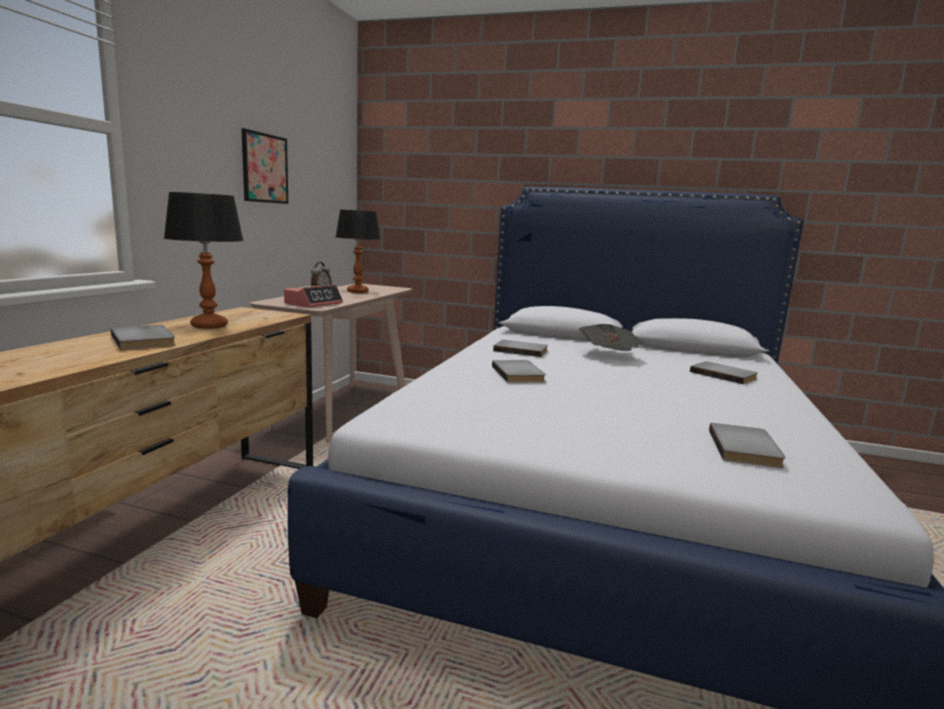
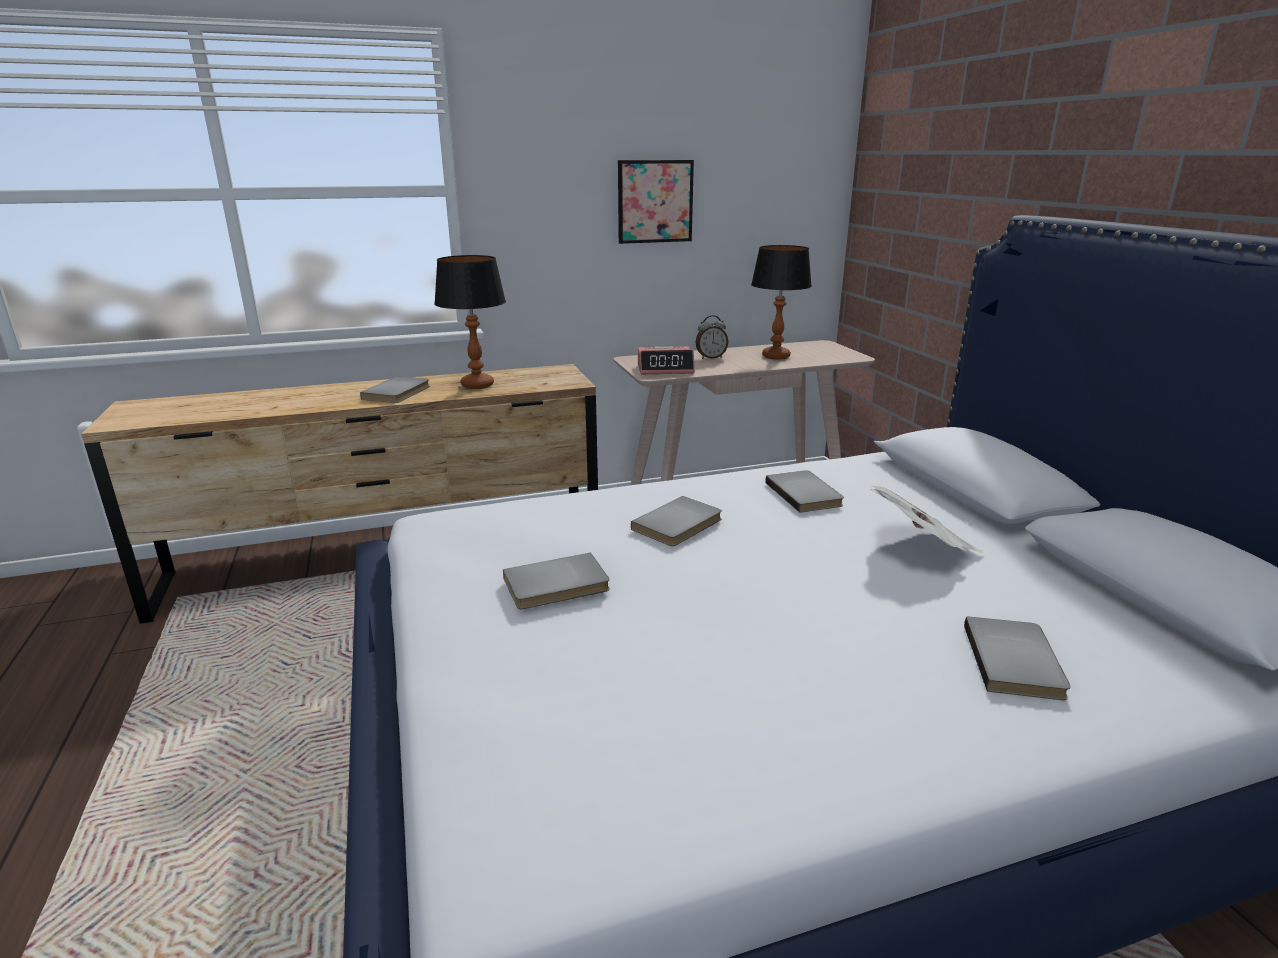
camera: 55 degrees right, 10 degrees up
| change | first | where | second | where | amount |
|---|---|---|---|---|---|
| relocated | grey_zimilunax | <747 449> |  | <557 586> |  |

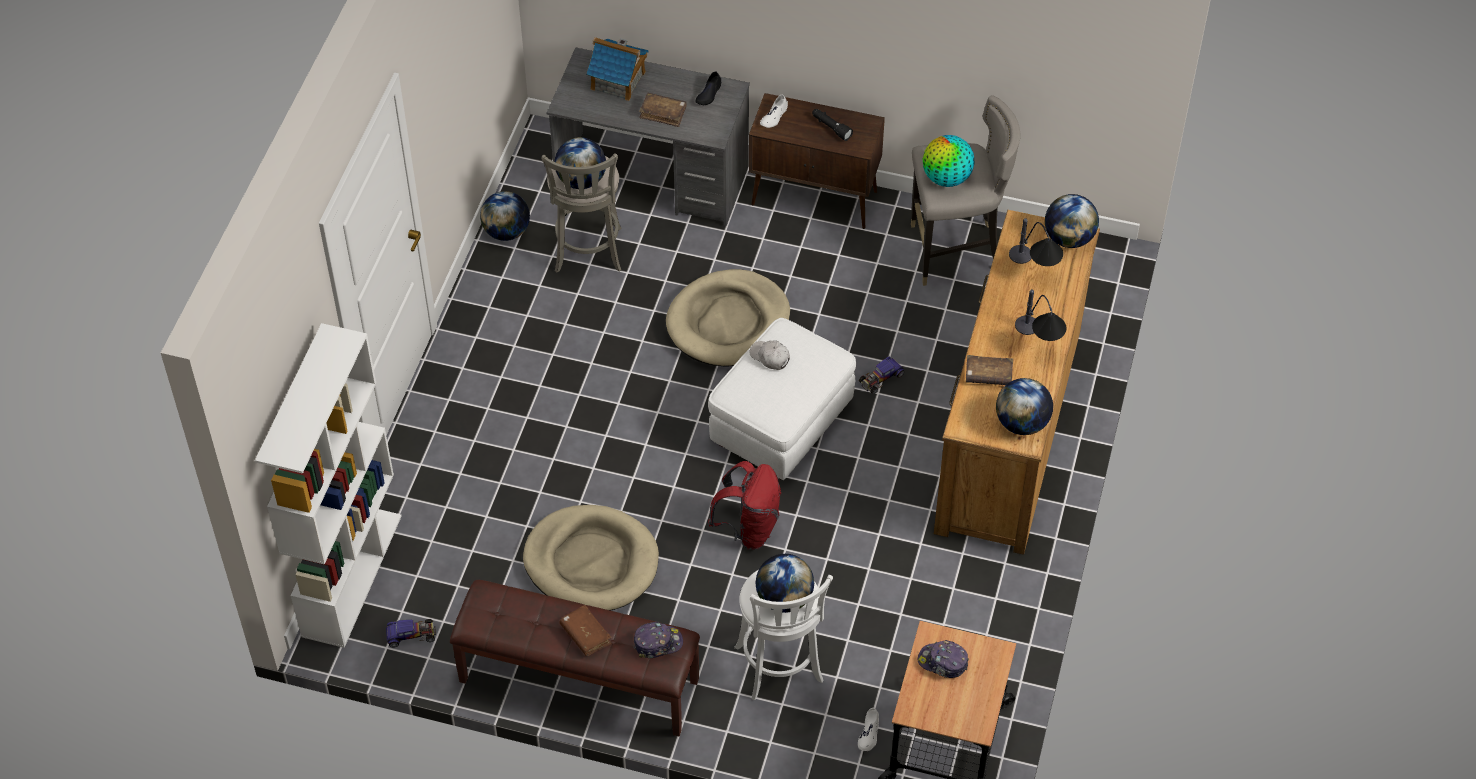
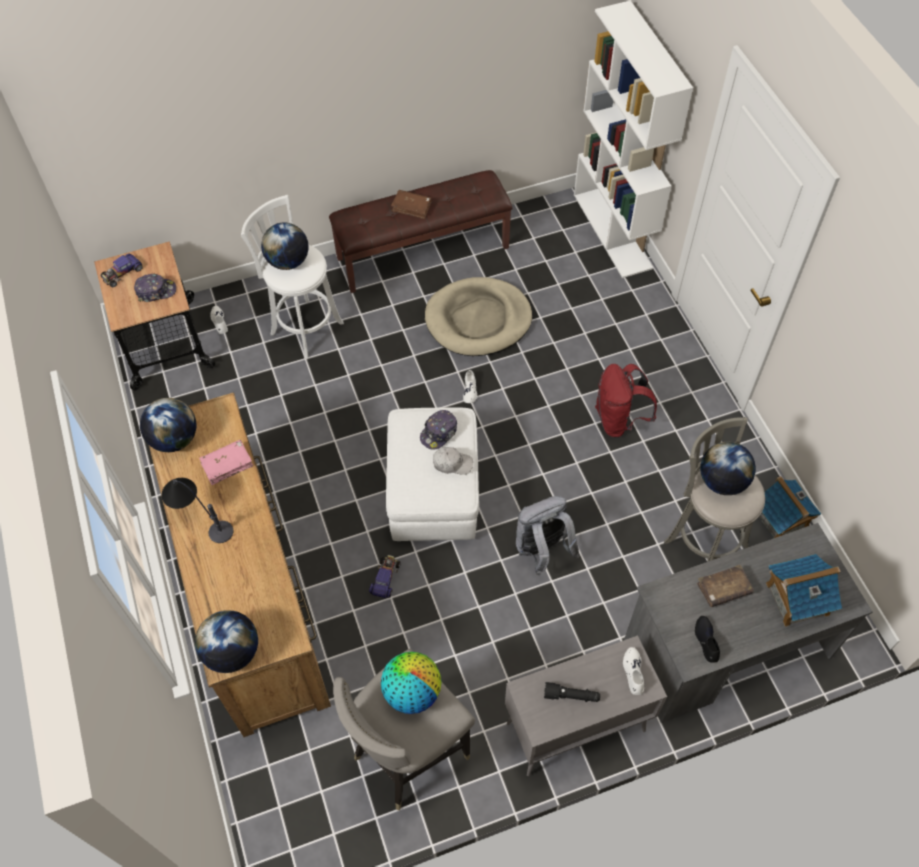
camera: 145 degrees right, 5 degrees up
| change | first | where | second | where | amount |
|---|---|---|---|---|---|
| relocated | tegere | <411 635> |  | <122 273> |  |
| colour | brown_zimilunax | <988 375> | pink_zimilunax | <227 465> |  |
| relocated | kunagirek | <657 643> |  | <439 433> |  |
| appeared |  |  | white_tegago | <470 390> |  |
| colour | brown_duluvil | <815 198> | grey_duluvil | <574 728> |  |
| exchanged | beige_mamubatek | <728 322> | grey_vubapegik | <542 551> |  |
| relocated | red_vubapegik | <749 528> |  | <619 420> |  |
| exchanged | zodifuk | <507 232> | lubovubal | <780 518> |  |
| missing | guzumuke | <1034 270> |  |  |  |

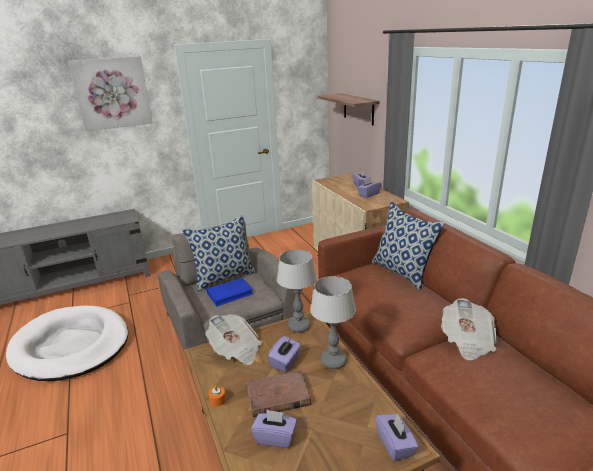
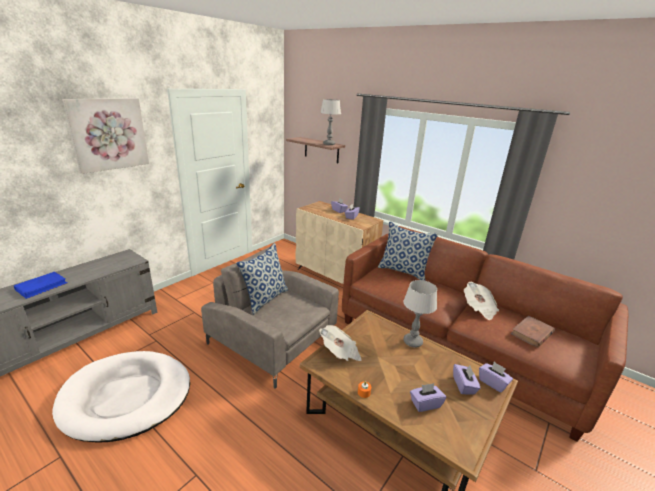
camera: 30 degrees left, 0 degrees up
| change | first | where | second | where | amount |
|---|---|---|---|---|---|
| relocated | blue_zimilunax | <230 294> |  | <42 286> |  |
| relocated | guzumuke | <298 326> |  | <328 144> |  |
| relocated | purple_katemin | <285 362> |  | <464 385> |  |
| relocated | brown_zimilunax | <278 396> |  | <532 333> |  |

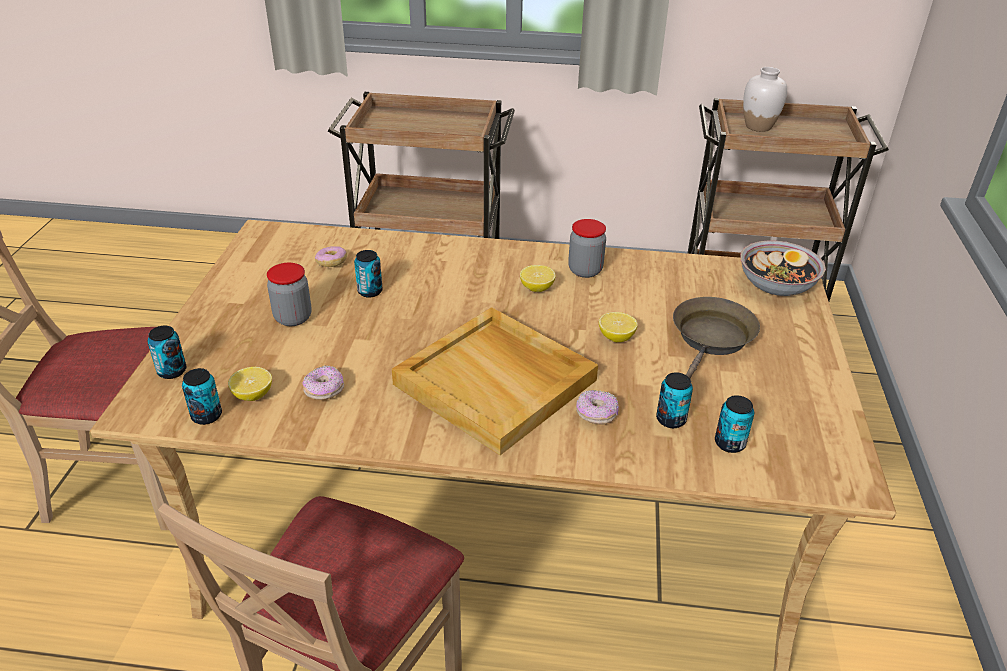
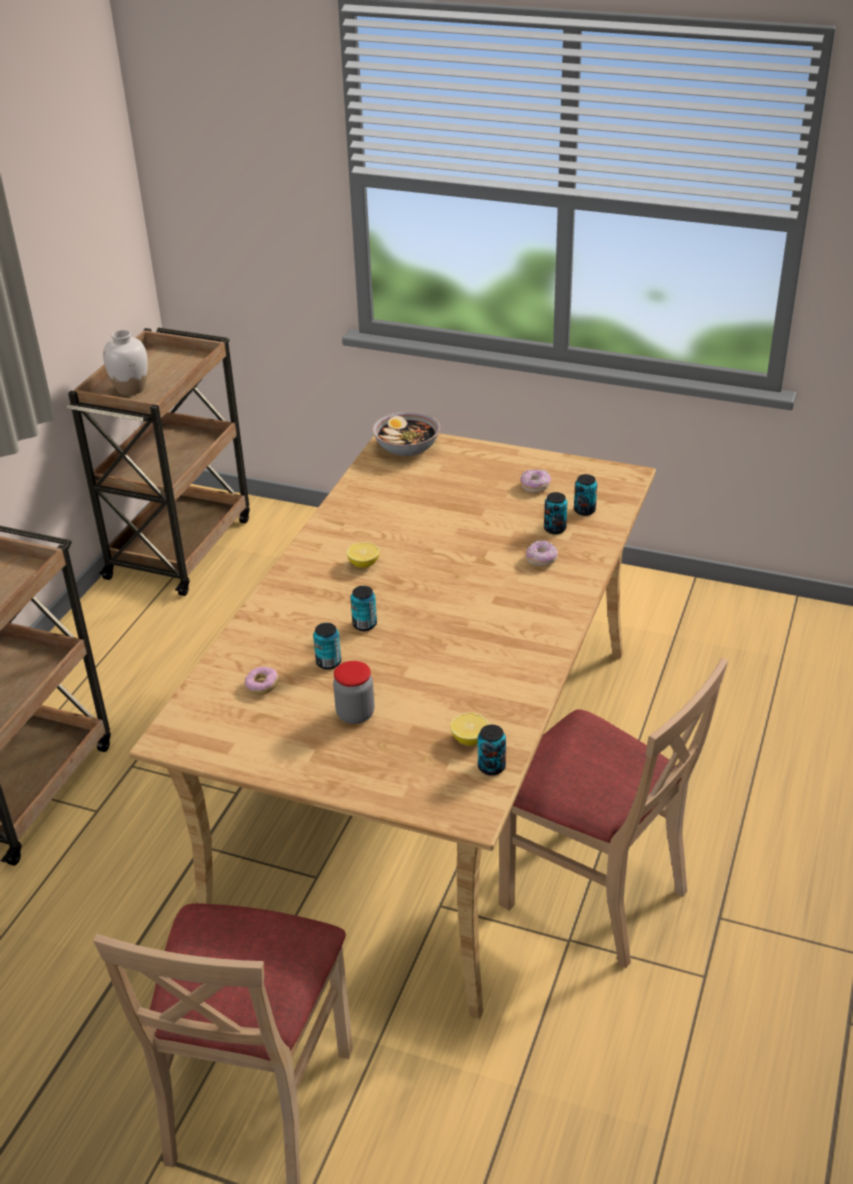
camera: 75 degrees left, 0 degrees up
| change | first | where | second | where | amount |
|---|---|---|---|---|---|
| relocated | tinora | <172 371> |  | <364 624> |  |
| relocated | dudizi | <324 391> |  | <535 487> |  |
| missing | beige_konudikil | <497 382> |  |  |  |
| missing | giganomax | <585 270> |  |  |  |
| missing | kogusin | <616 337> |  |  |  |
| missing | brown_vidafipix | <711 340> |  |  |  |

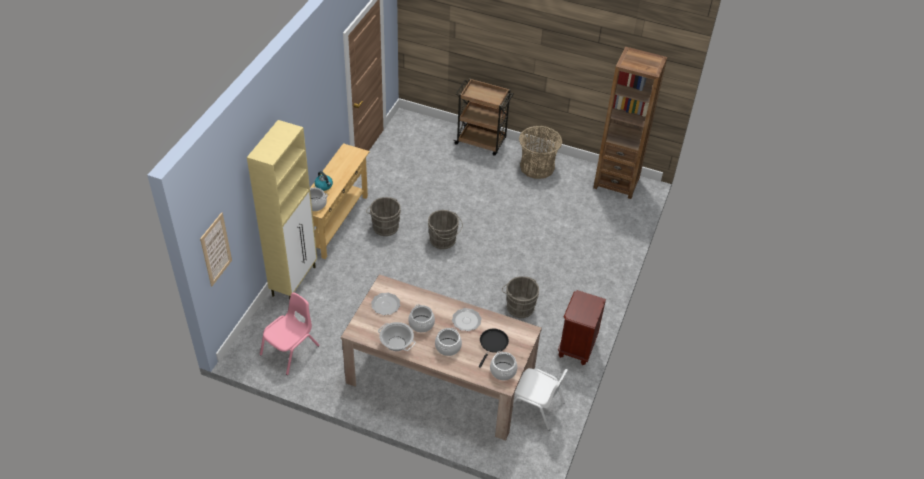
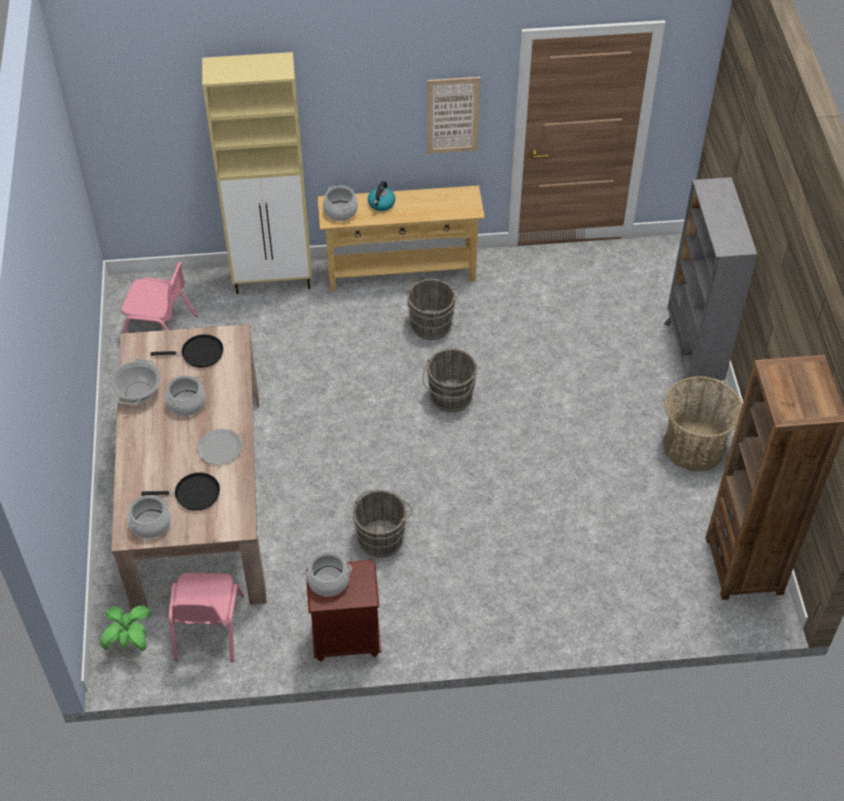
camera: 65 degrees right, 5 degrees up
| change | first | where | second | where | amount |
|---|---|---|---|---|---|
| appeared |  |  | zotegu | <131 644> |  |
| exchanged | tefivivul | <386 305> | black_vidafipix | <199 353> |  |
| colour | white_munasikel | <535 406> | pink_munasikel | <207 627> |  |
| relocated | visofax | <448 347> |  | <328 581> |  |
| relocated | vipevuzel | <216 249> |  | <453 115> |  |
| exchanged | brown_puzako | <481 142> | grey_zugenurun | <692 356> |  |

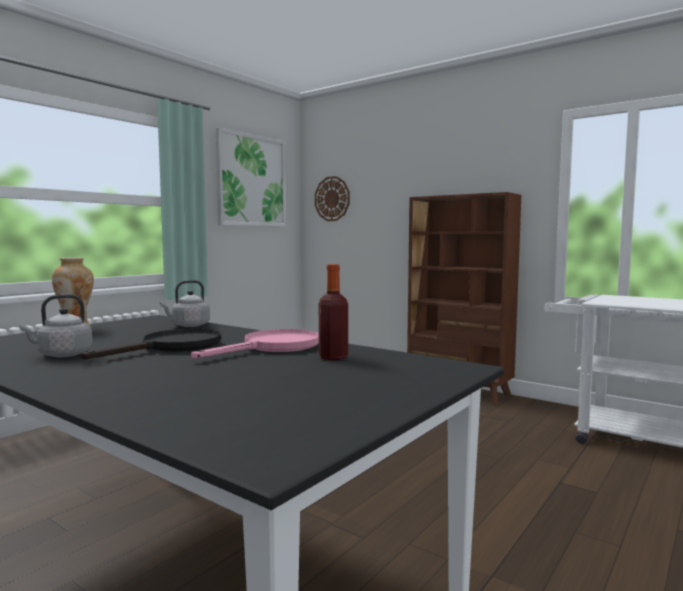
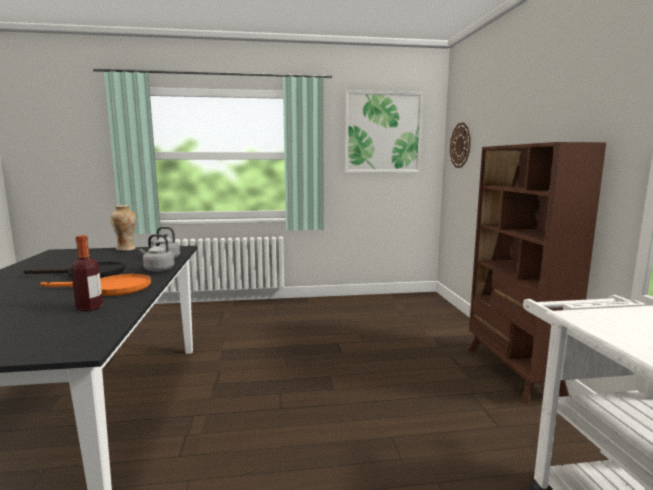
camera: 45 degrees right, 5 degrees up
| change | first | where | second | where | amount |
|---|---|---|---|---|---|
| colour | pink_vidafipix | <273 347> | orange_vidafipix | <111 289> |  |
| relocated | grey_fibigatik | <62 355> |  | <157 269> |  |

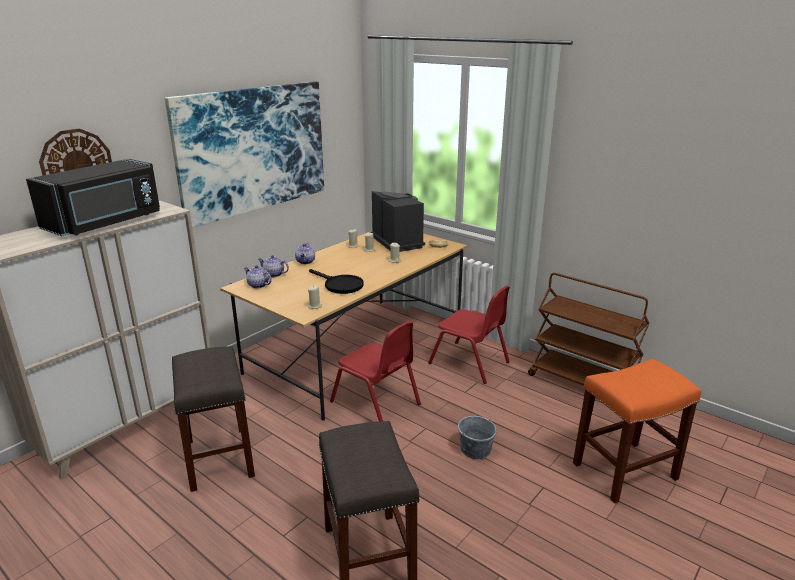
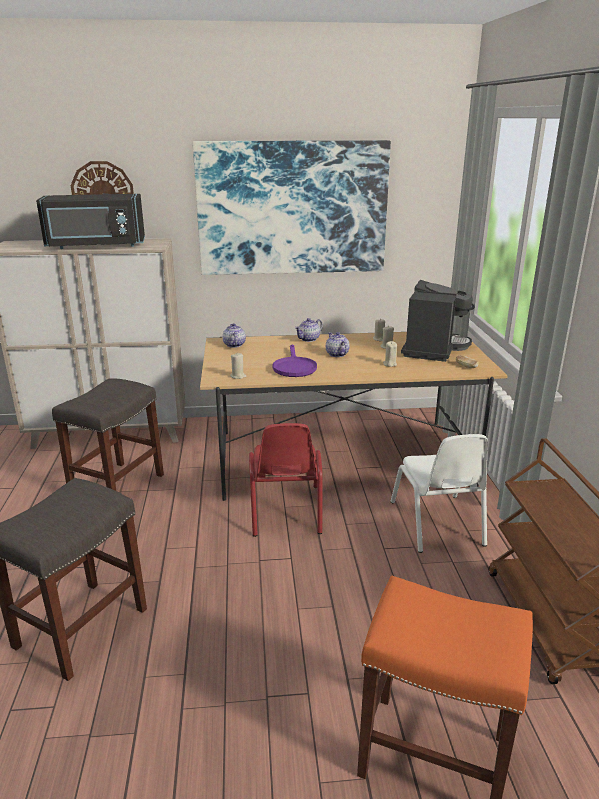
camera: 45 degrees right, 0 degrees up
| change | first | where | second | where | amount |
|---|---|---|---|---|---|
| colour | black_vidafipix | <339 285> | purple_vidafipix | <294 367> |  |
| relocated | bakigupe | <273 274> |  | <336 354> |  |
| colour | red_munasikel | <469 363> | white_munasikel | <437 523> |  |
| missing | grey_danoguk | <475 449> |  |  |  |

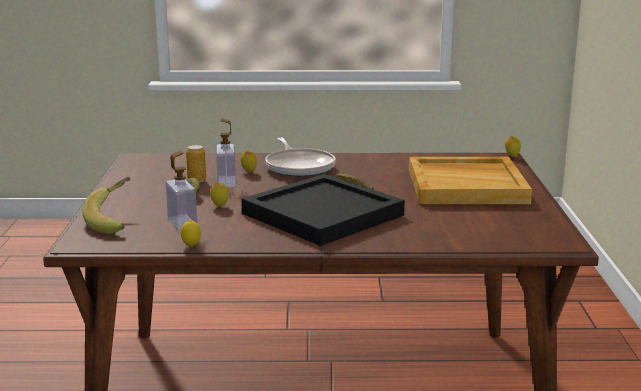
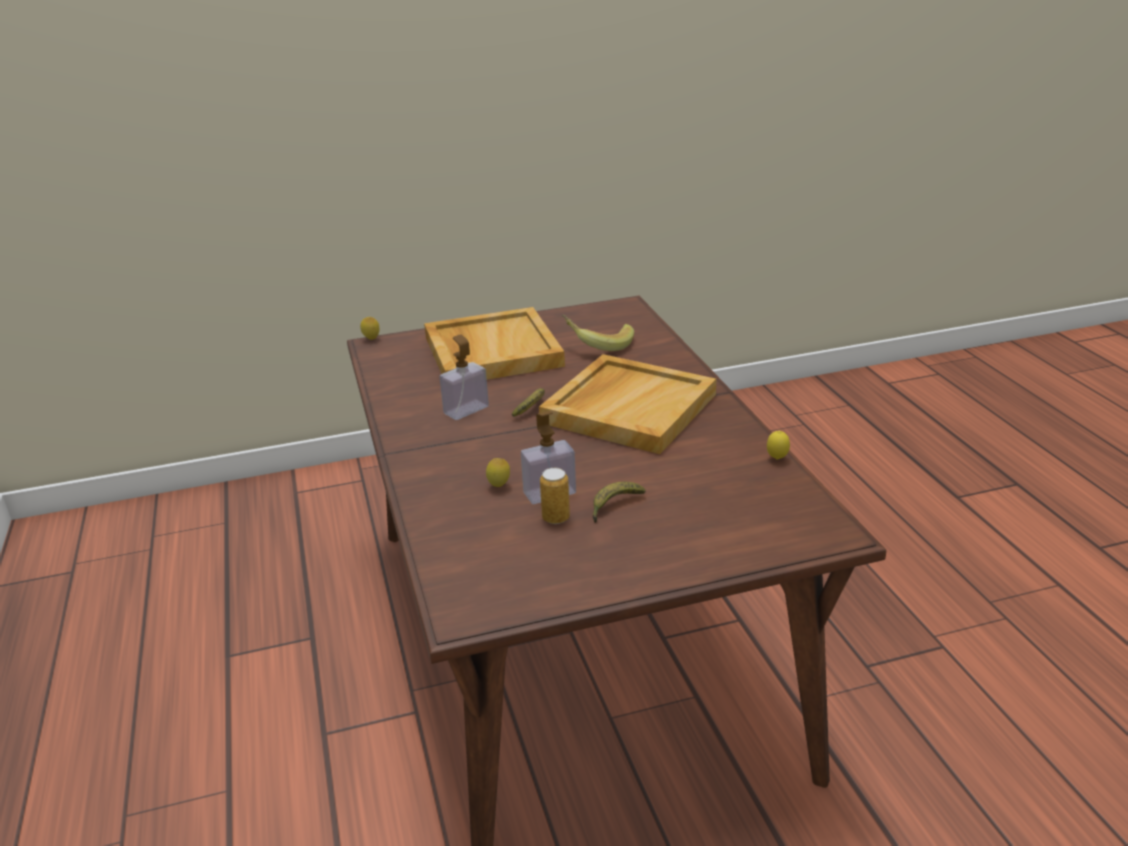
camera: 105 degrees left, 10 degrees up
| change | first | where | second | where | amount |
|---|---|---|---|---|---|
| relocated | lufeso | <182 222> |  | <466 410> |  |
| colour | black_konudikil | <324 214> | beige_konudikil | <628 407> |  |
| relocated | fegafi | <116 221> |  | <598 345> |  |
| missing | kogusin | <220 206> |  |  |  |
| missing | vidafipix | <299 167> |  |  |  |

